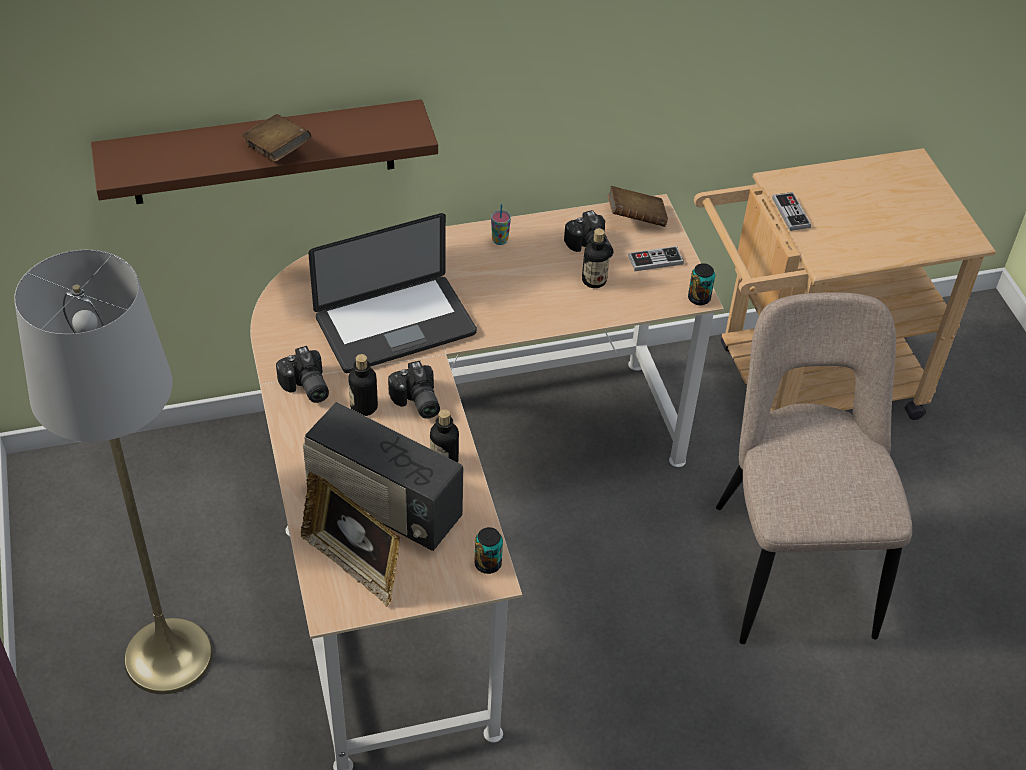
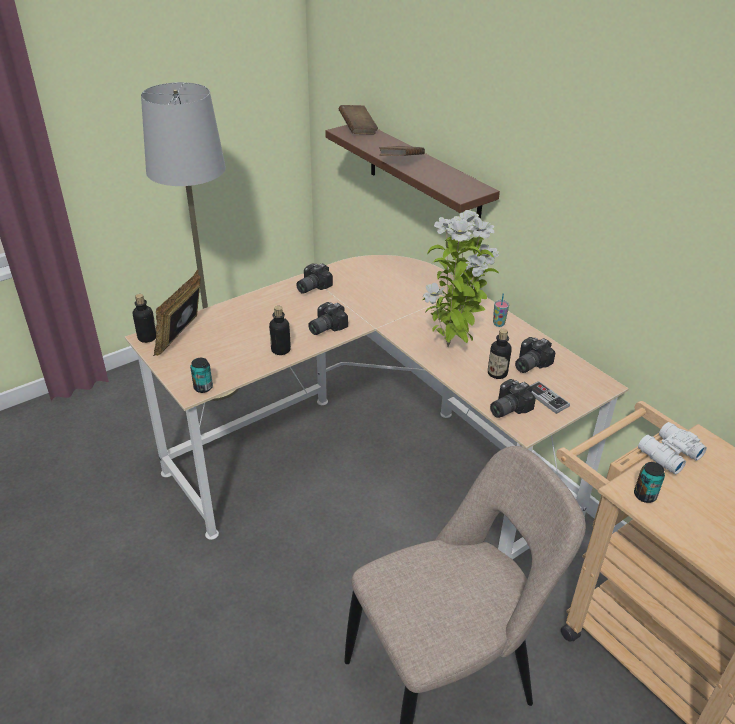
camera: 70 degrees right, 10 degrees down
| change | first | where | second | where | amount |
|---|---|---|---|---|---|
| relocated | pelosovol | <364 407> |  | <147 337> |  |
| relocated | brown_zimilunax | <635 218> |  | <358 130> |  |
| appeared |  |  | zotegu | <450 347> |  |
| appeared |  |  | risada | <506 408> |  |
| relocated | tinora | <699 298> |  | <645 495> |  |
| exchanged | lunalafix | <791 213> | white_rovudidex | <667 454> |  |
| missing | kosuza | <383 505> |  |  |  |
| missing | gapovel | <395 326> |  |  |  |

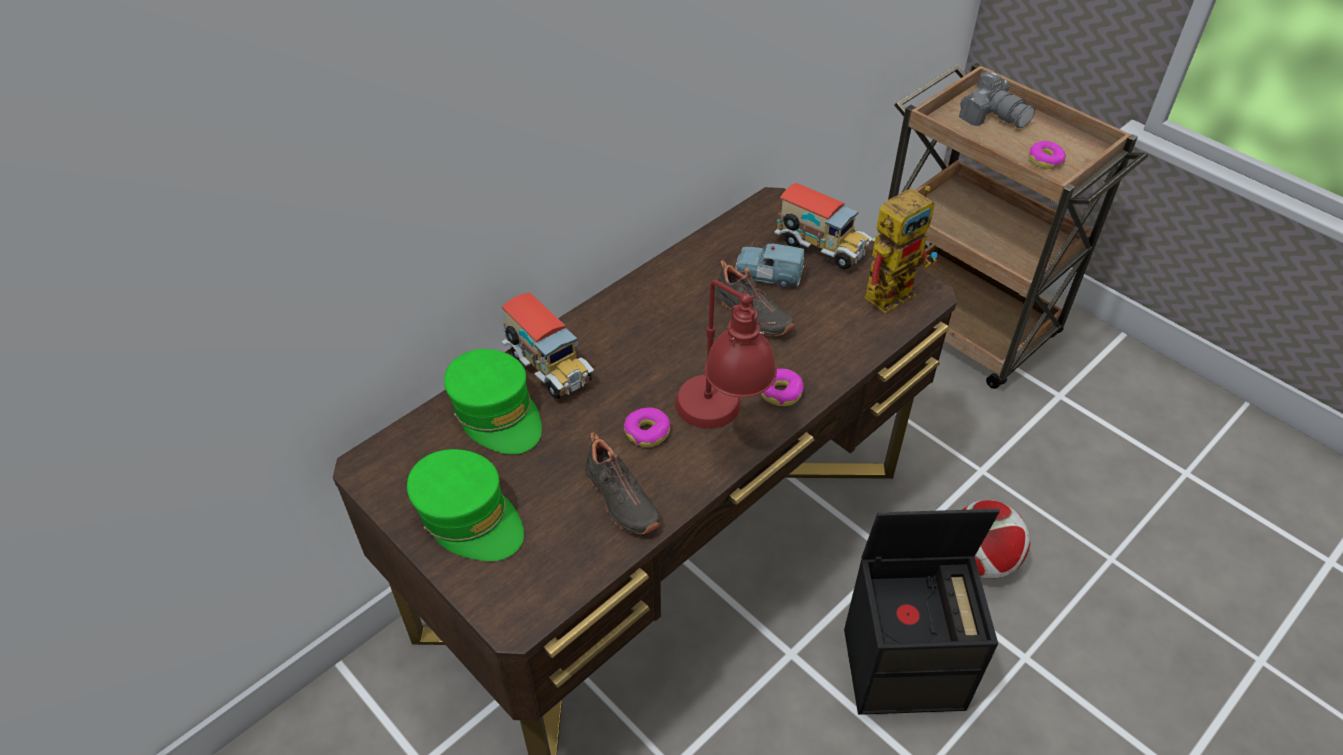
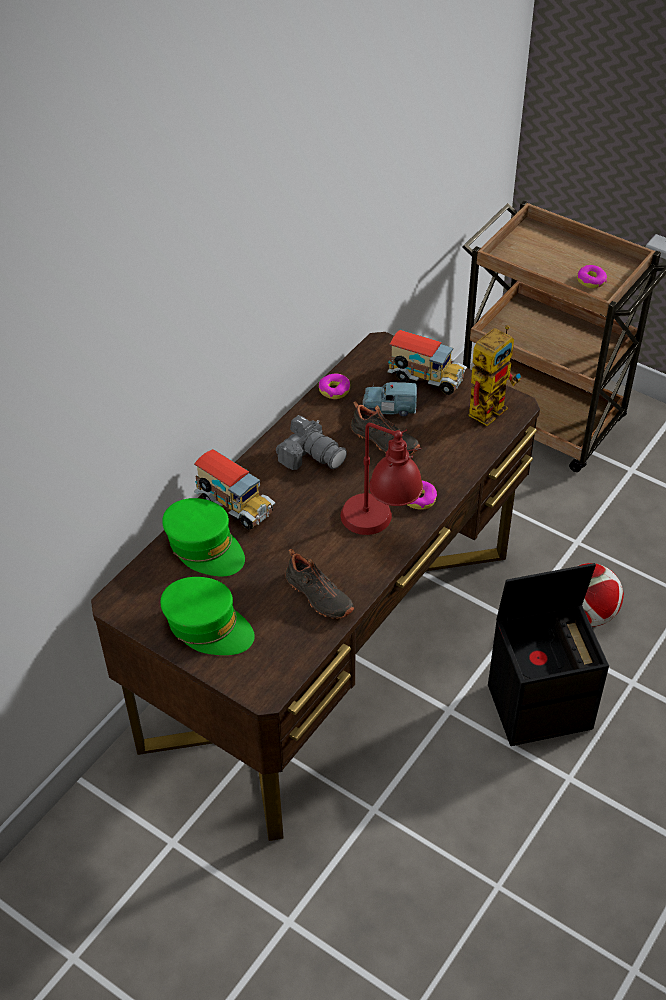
camera: 10 degrees left, 0 degrees up
| change | first | where | second | where | amount |
|---|---|---|---|---|---|
| relocated | risada | <993 116> |  | <311 455> |  |
| relocated | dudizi | <647 432> |  | <334 390> |  |

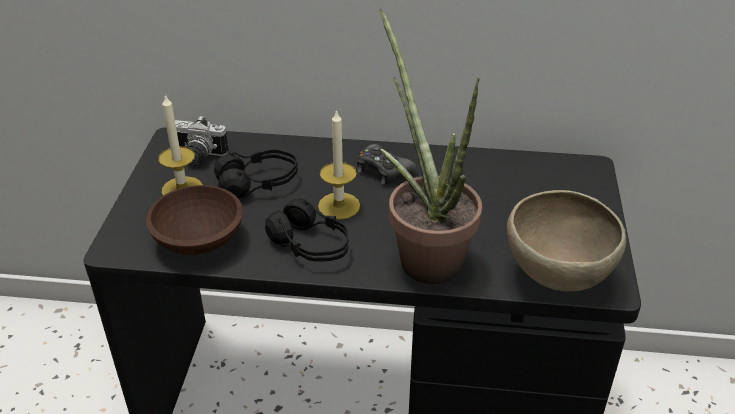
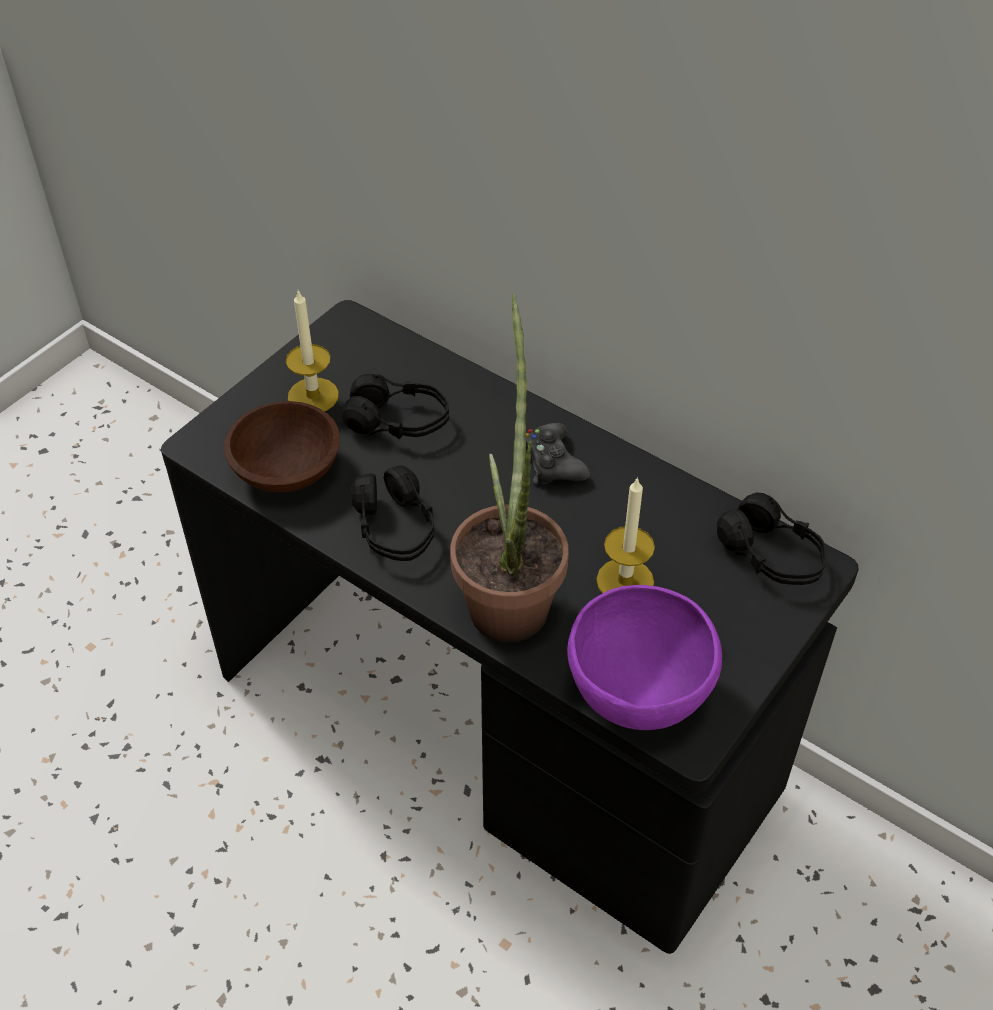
camera: 30 degrees right, 10 degrees up
| change | first | where | second | where | amount |
|---|---|---|---|---|---|
| colour | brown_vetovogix | <556 277> | purple_vetovogix | <637 695> |  |
| relocated | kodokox | <339 206> |  | <625 581> |  |
| appeared |  |  | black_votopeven | <771 556> |  |
| missing | risada | <197 156> |  |  |  |

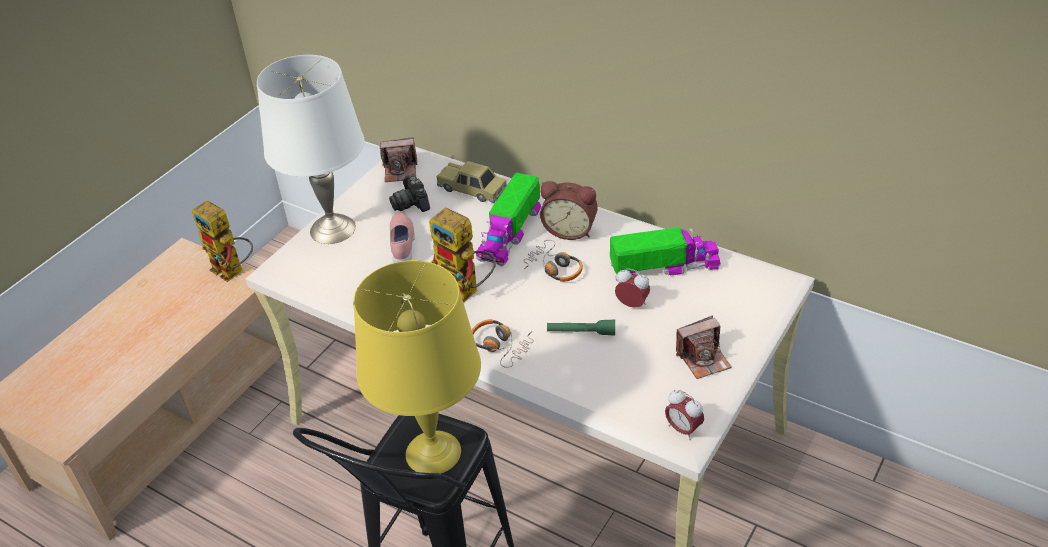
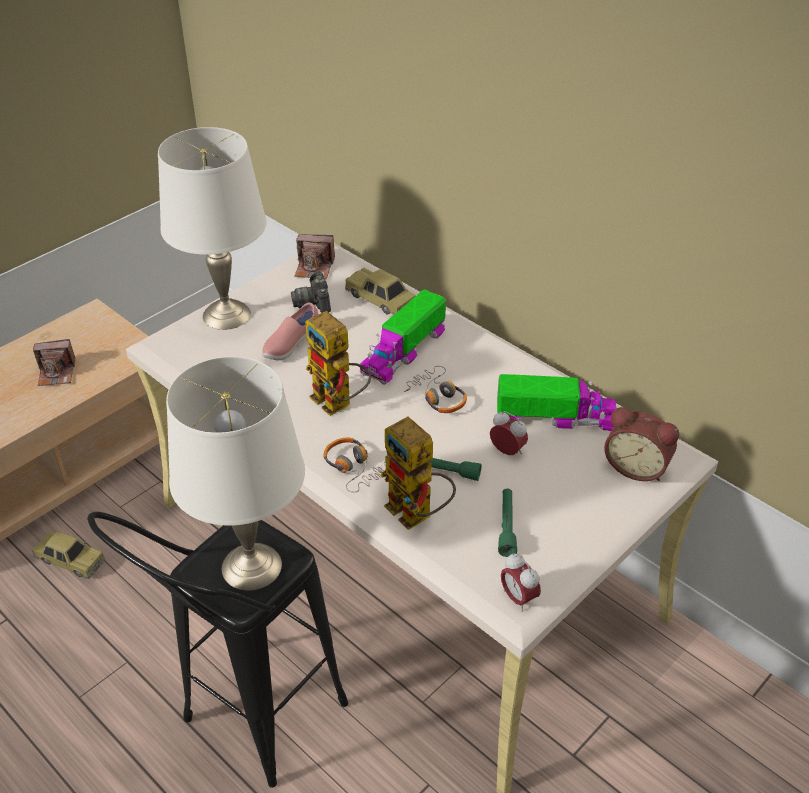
camera: 10 degrees right, 0 degrees up
| change | first | where | second | where | amount |
|---|---|---|---|---|---|
| appeared |  |  | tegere | <70 560> |  |
| relocated | risada | <703 359> |  | <57 373> |  |
| colour | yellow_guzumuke | <434 452> | white_guzumuke | <252 566> |  |
| spun | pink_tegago | <403 246> |  | <290 345> | 150 degrees counterclockwise |
| relocated | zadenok | <233 272> |  | <417 515> |  |
| appeared |  |  | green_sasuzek | <506 526> |  |
| relocated | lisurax | <570 229> |  | <637 466> |  |

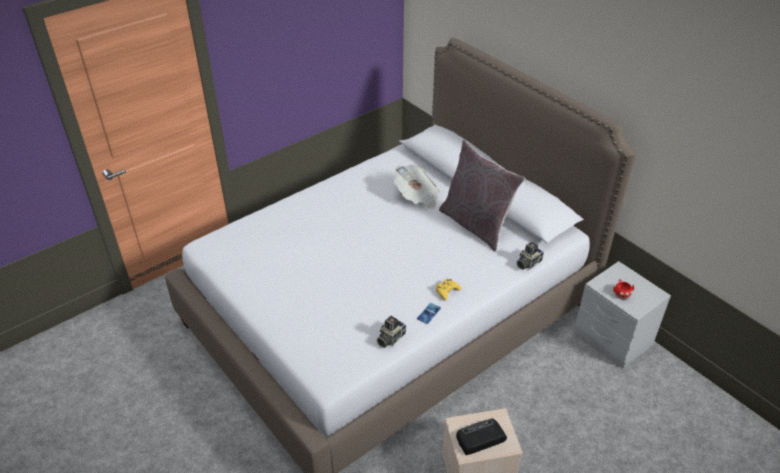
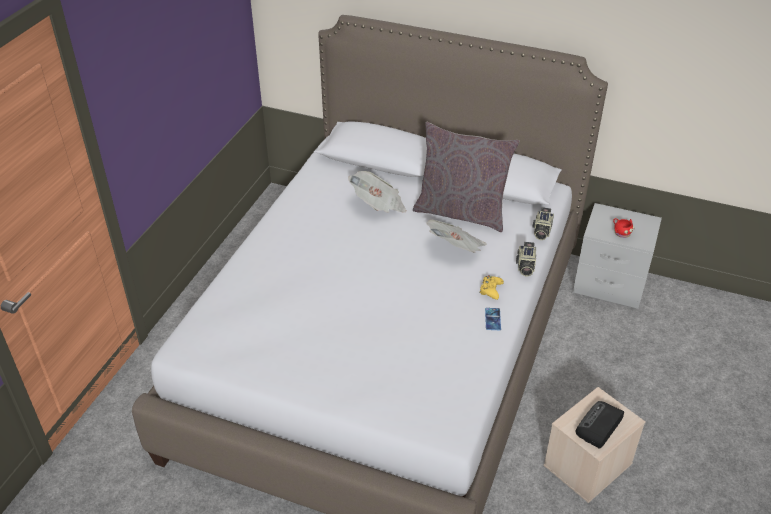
camera: 30 degrees left, 0 degrees up
| change | first | where | second | where | amount |
|---|---|---|---|---|---|
| appeared |  |  | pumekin | <456 248> |  |
| relocated | risada | <390 338> |  | <525 267> |  |

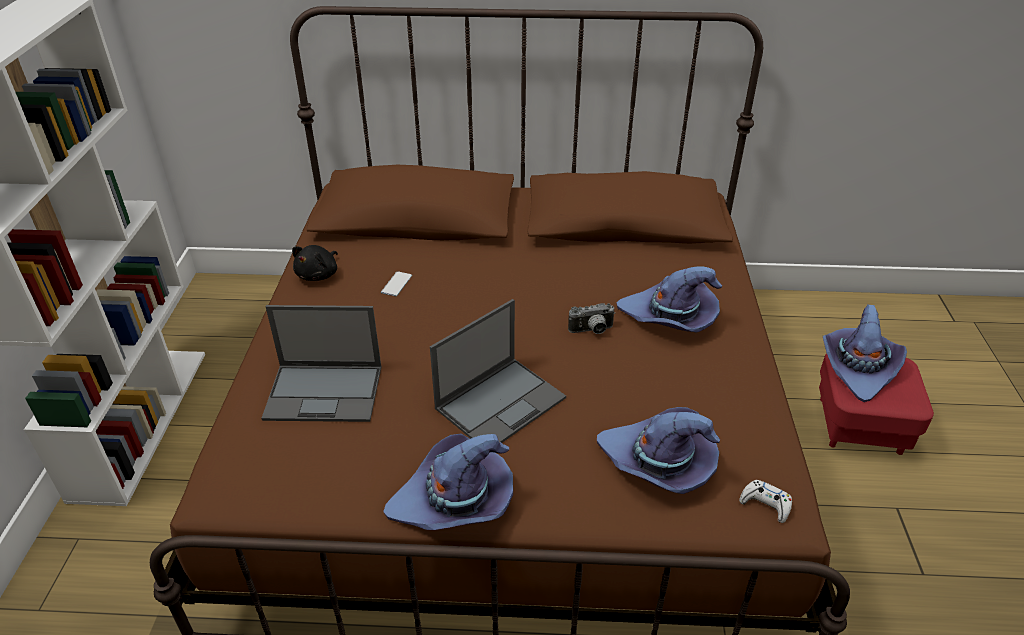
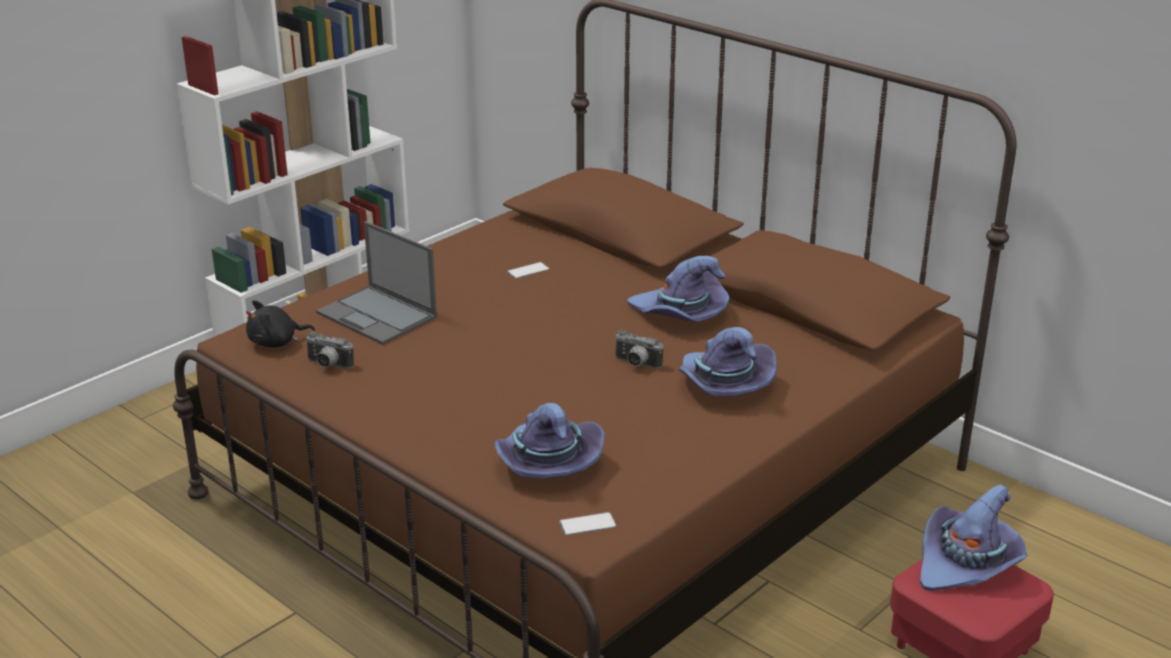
camera: 40 degrees right, 10 degrees down
| change | first | where | second | where | amount |
|---|---|---|---|---|---|
| relocated | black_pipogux | <319 275> |  | <276 342> |  |
| appeared |  |  | risada | <328 365> |  |
| exchanged | white_lunalafix | <765 504> | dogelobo | <587 524> |  |
| relocated | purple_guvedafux | <455 501> |  | <680 314> |  |
| missing | gapovel | <501 402> |  |  |  |

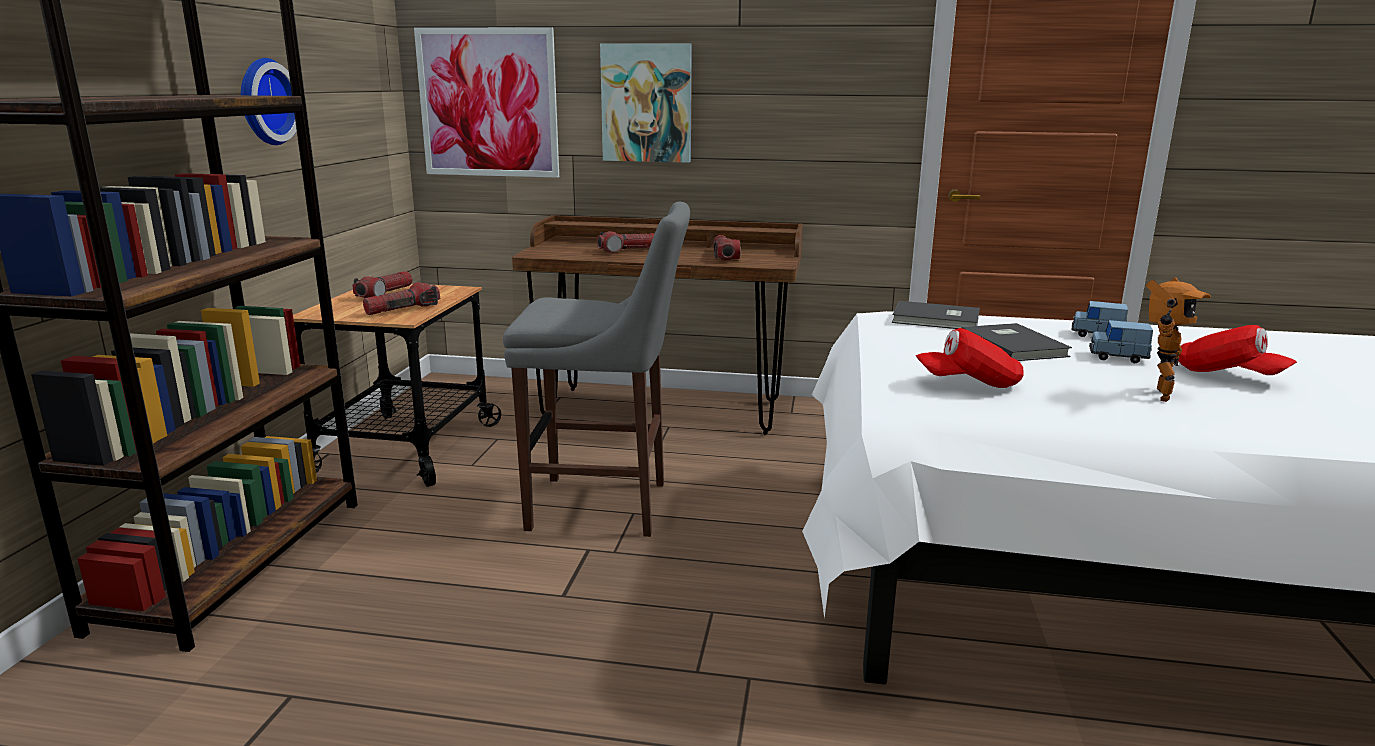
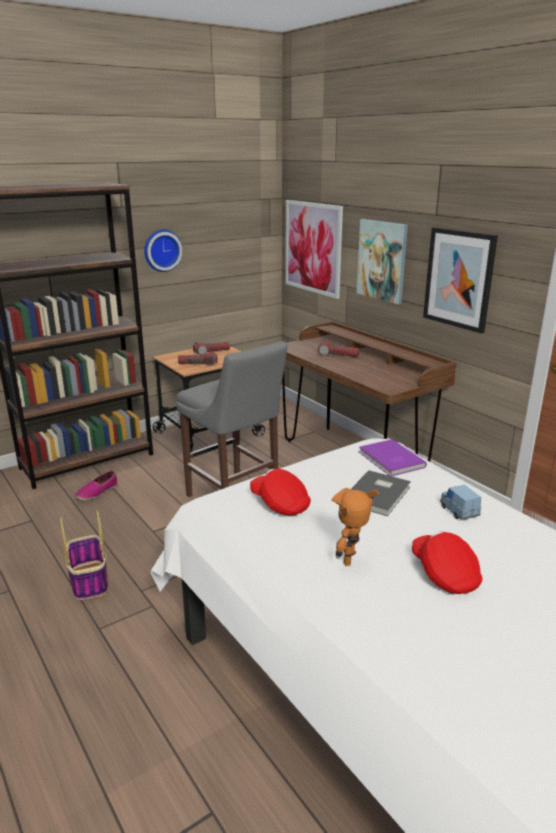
camera: 45 degrees right, 5 degrees up
| change | first | where | second | where | amount |
|---|---|---|---|---|---|
| appeared |  |  | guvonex | <89 580> |  |
| appeared |  |  | tegago | <97 492> |  |
| spun | zadenok | <1156 395> |  | <353 560> | 135 degrees clockwise |
| colour | grey_zimilunax | <937 320> | purple_zimilunax | <390 460> |  |
| spun | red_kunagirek | <1227 375> |  | <444 575> | 150 degrees clockwise |
| appeared |  |  | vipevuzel | <459 279> |  |
| missing | sasuzek | <724 256> |  |  |  |
| missing | blue_tegere | <1118 357> |  |  |  |

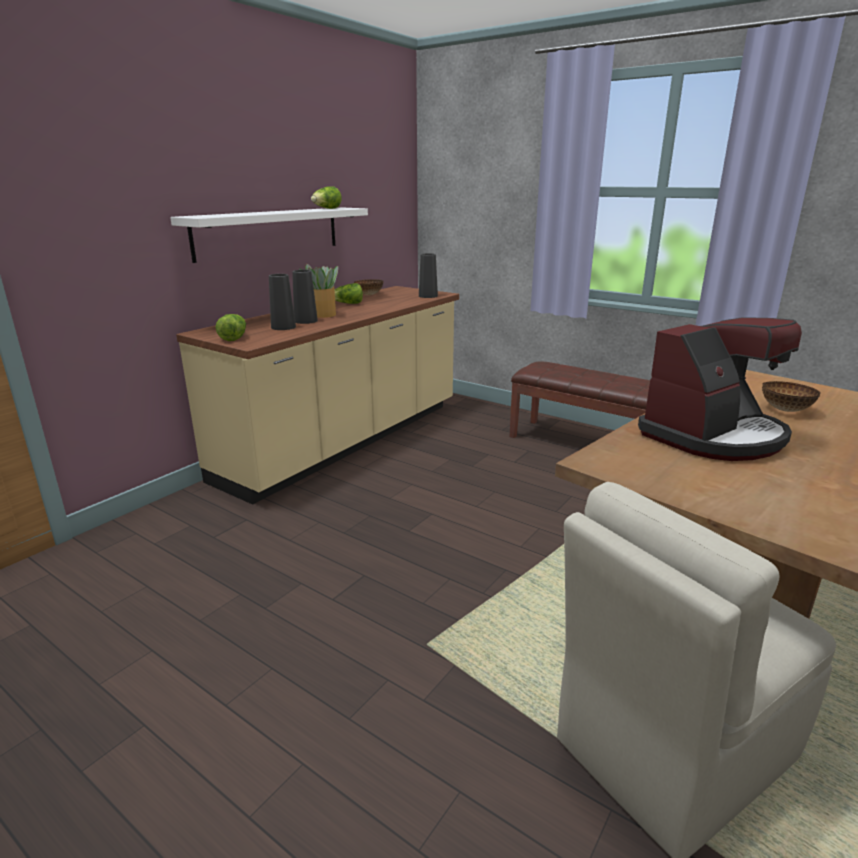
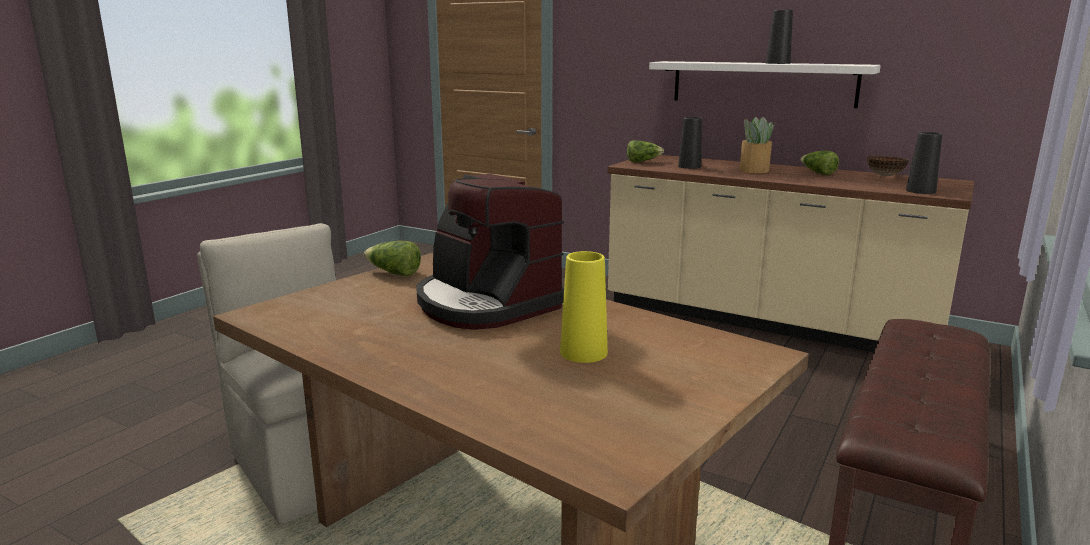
camera: 85 degrees right, 5 degrees down
| change | first | where | second | where | amount |
|---|---|---|---|---|---|
| relocated | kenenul | <326 209> |  | <393 273> |  |
| exchanged | vetovogix | <786 410> | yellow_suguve | <583 352> |  |
| relocated | black_suguve | <305 321> |  | <778 63> |  |

